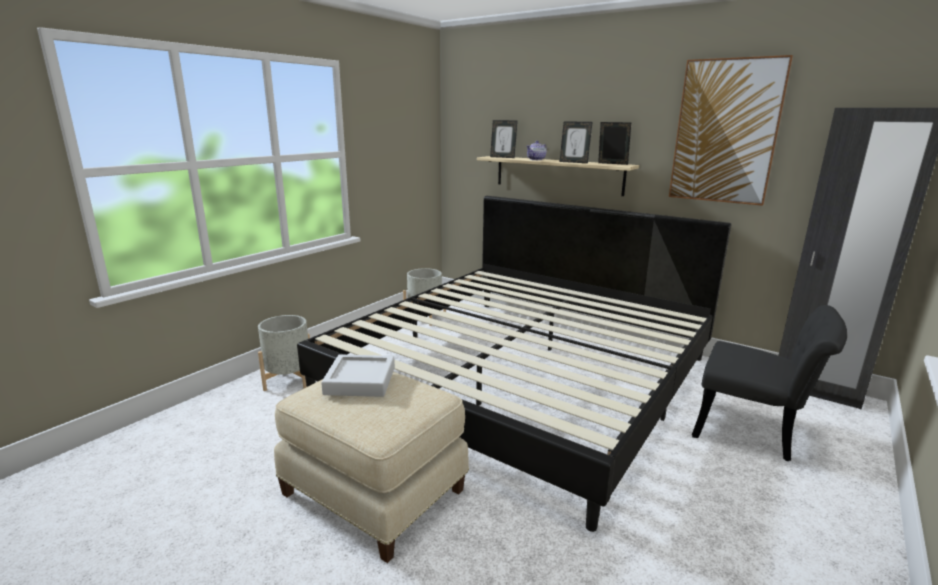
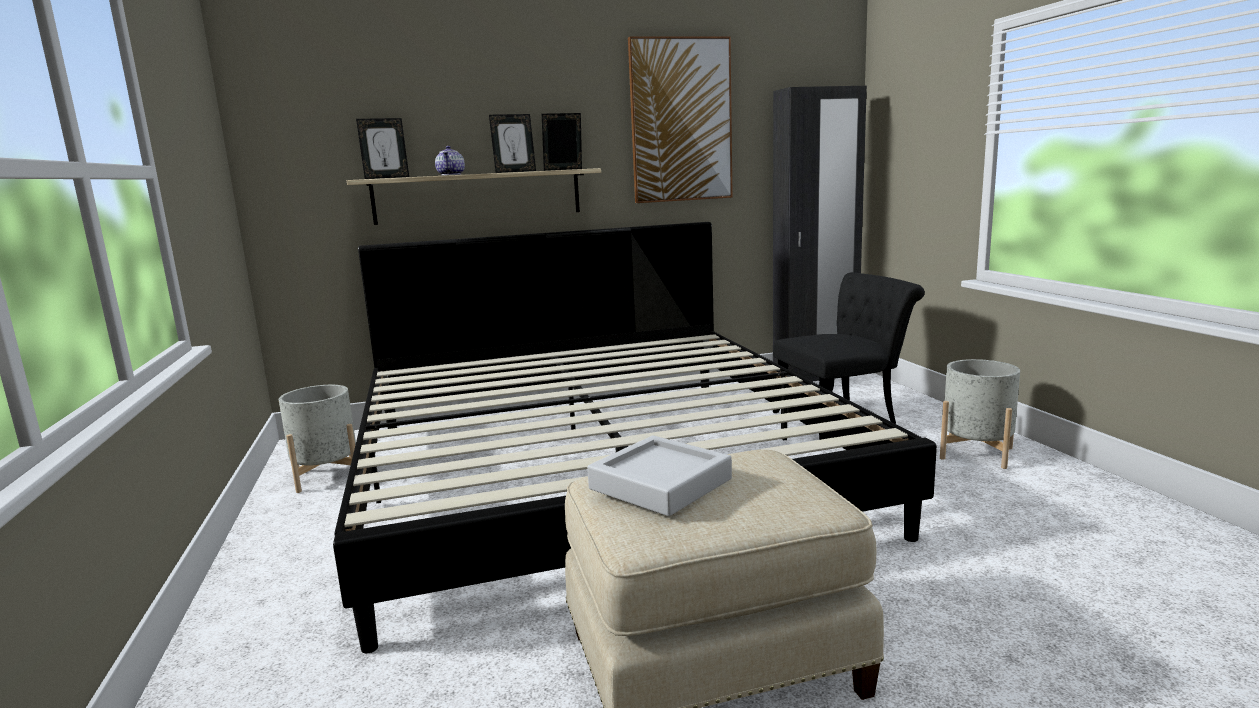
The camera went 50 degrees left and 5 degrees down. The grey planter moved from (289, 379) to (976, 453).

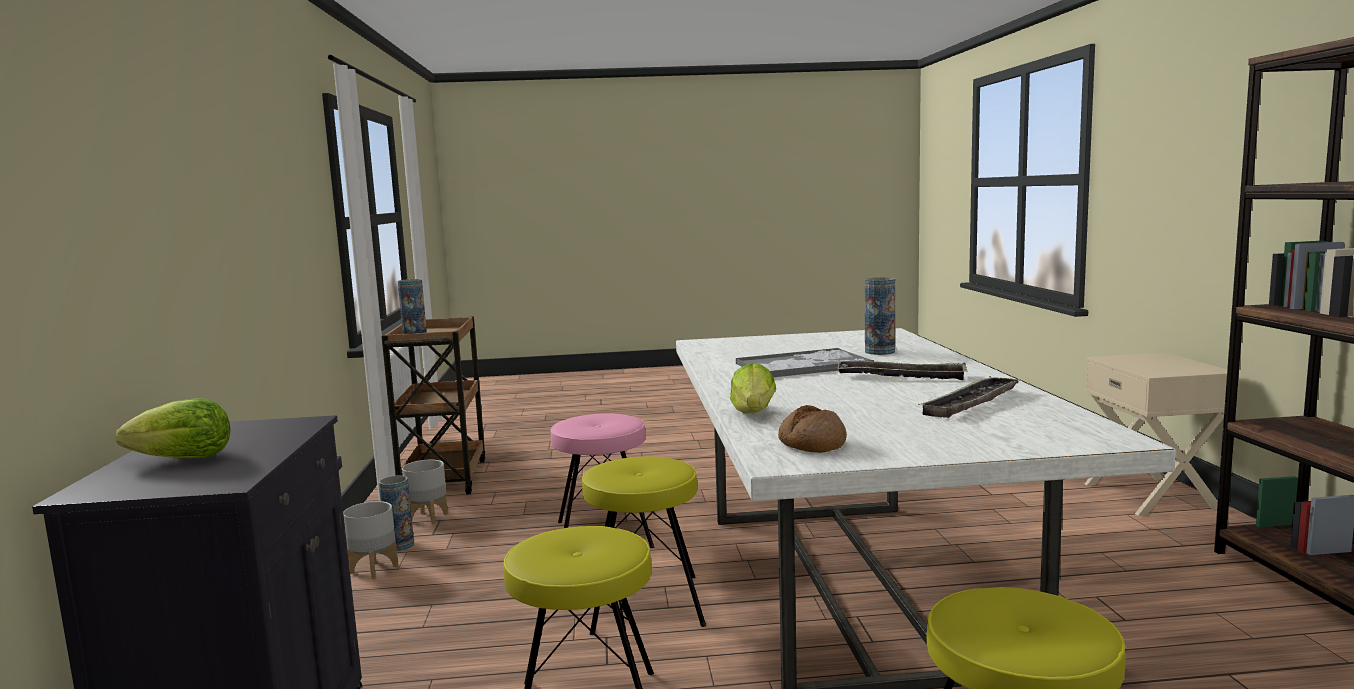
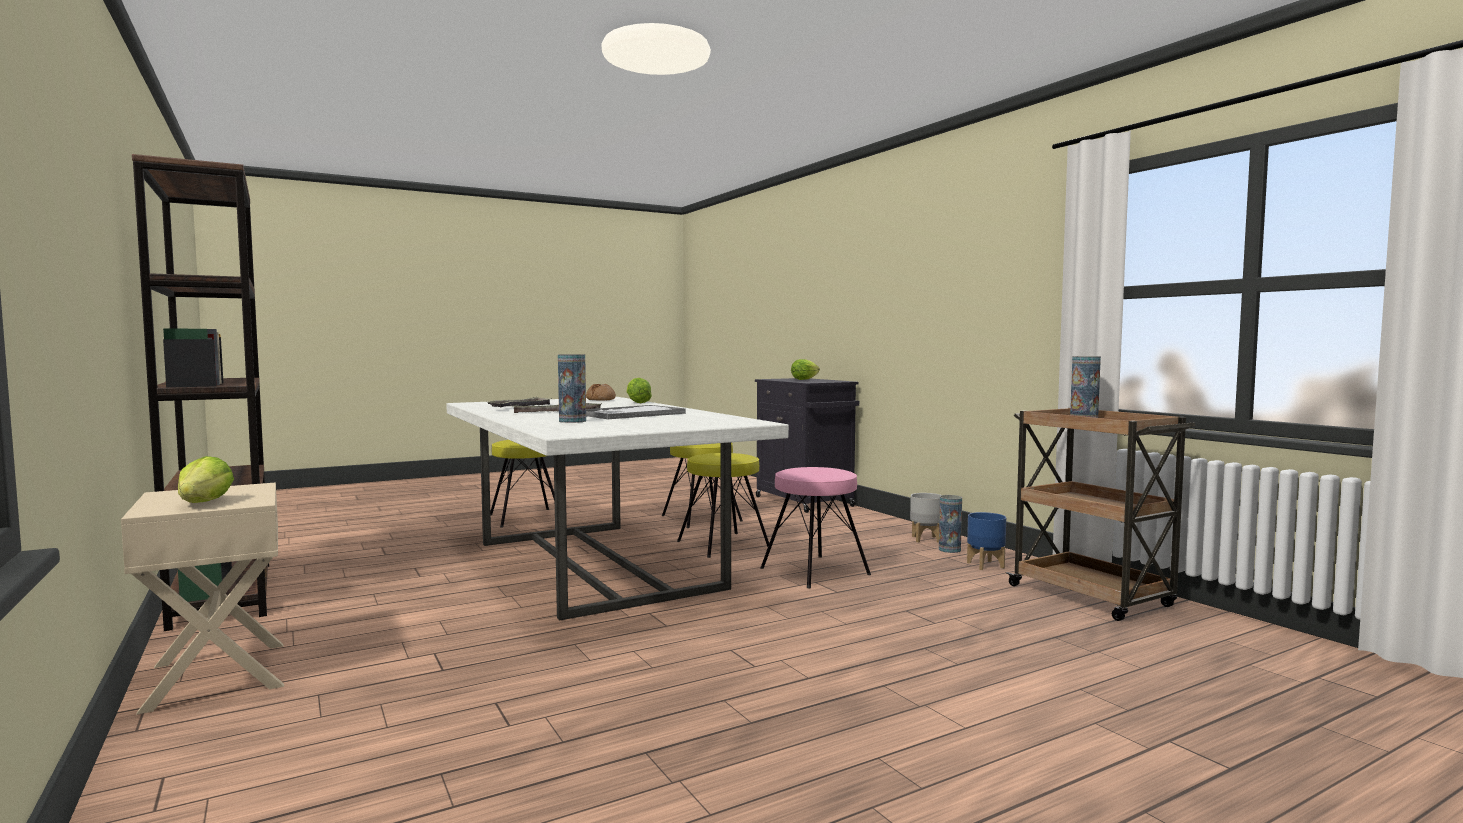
The camera went 155 degrees right and 5 degrees down. The grey planter at (428, 518) became the blue planter at (985, 565). The lettuce at (204, 503) appeared.

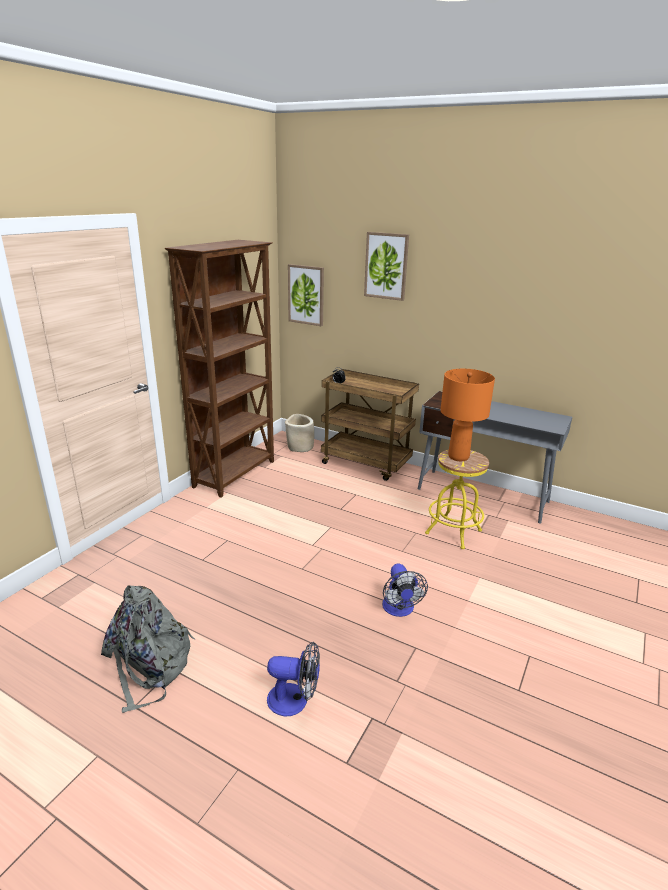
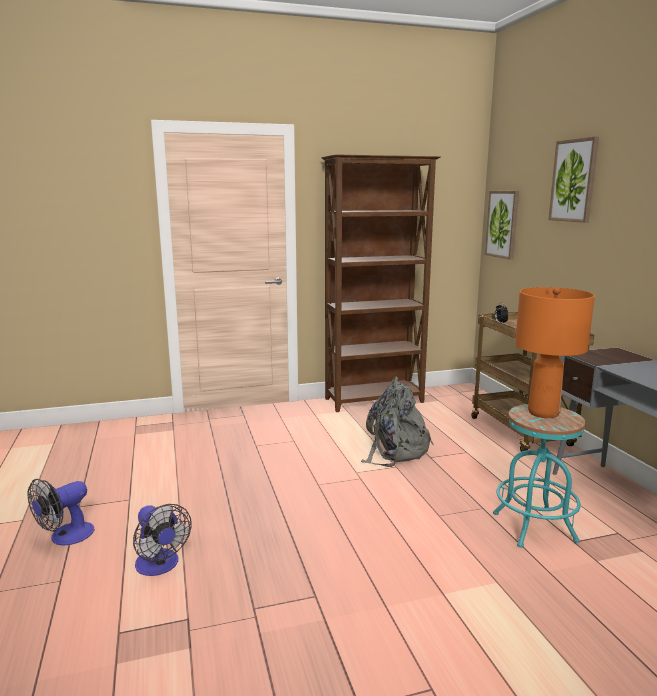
The camera went 45 degrees right and 10 degrees down. The beige planter at (299, 447) disappeared. The yellow stool at (453, 532) became the turquoise stool at (534, 527). The fan moved from (399, 609) to (65, 537). The grey backpack moved from (149, 665) to (395, 450).

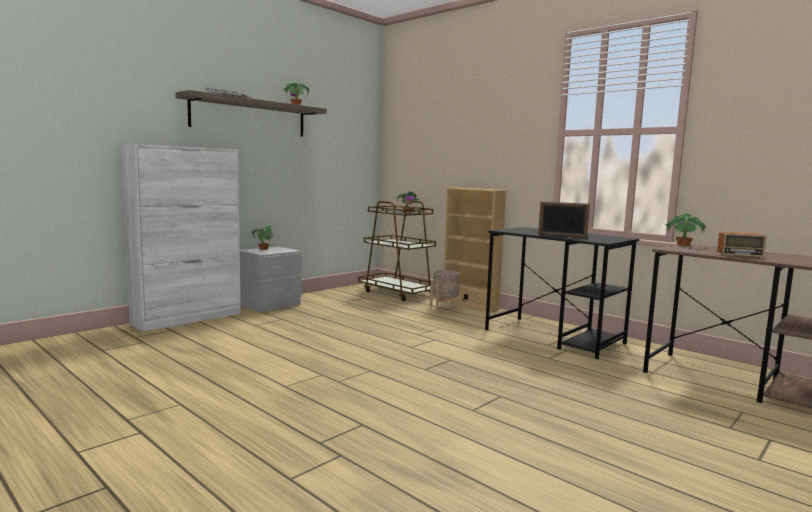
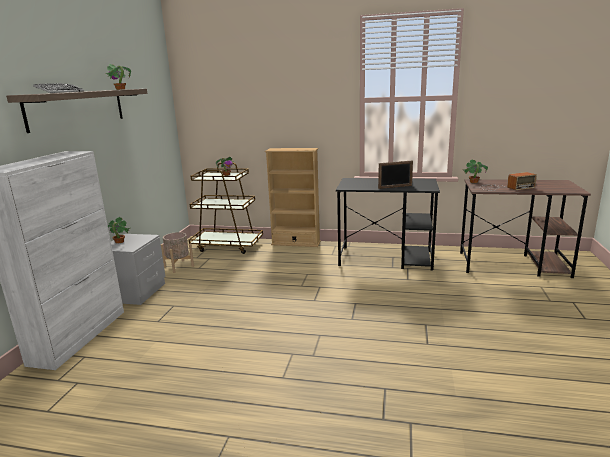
The camera went 30 degrees left and 10 degrees up. The beige planter moved from (444, 308) to (178, 266).

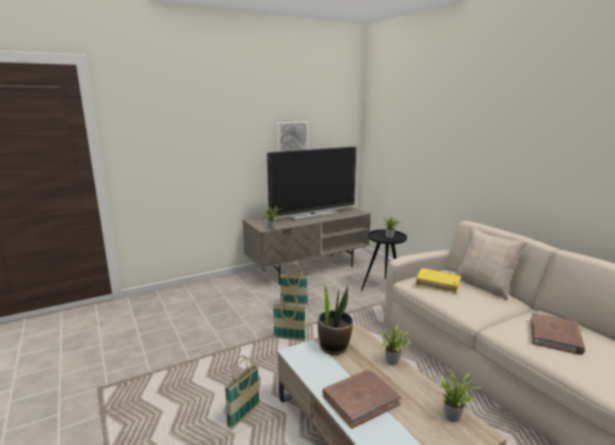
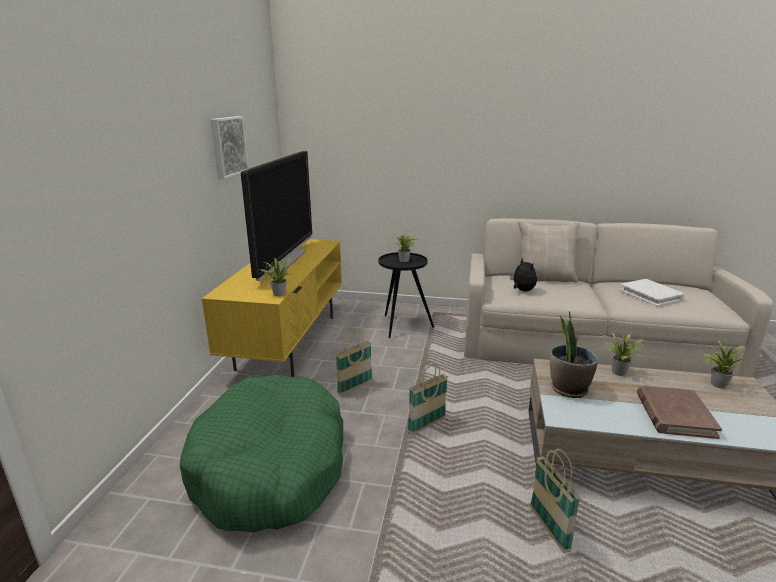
The camera went 50 degrees left and 5 degrees up. The grey tv stand at (308, 268) became the yellow tv stand at (288, 341). The yellow book at (437, 284) was replaced by the plush toy at (522, 290). The brown book at (555, 336) became the white book at (650, 295). The green dog bed at (271, 466) appeared.

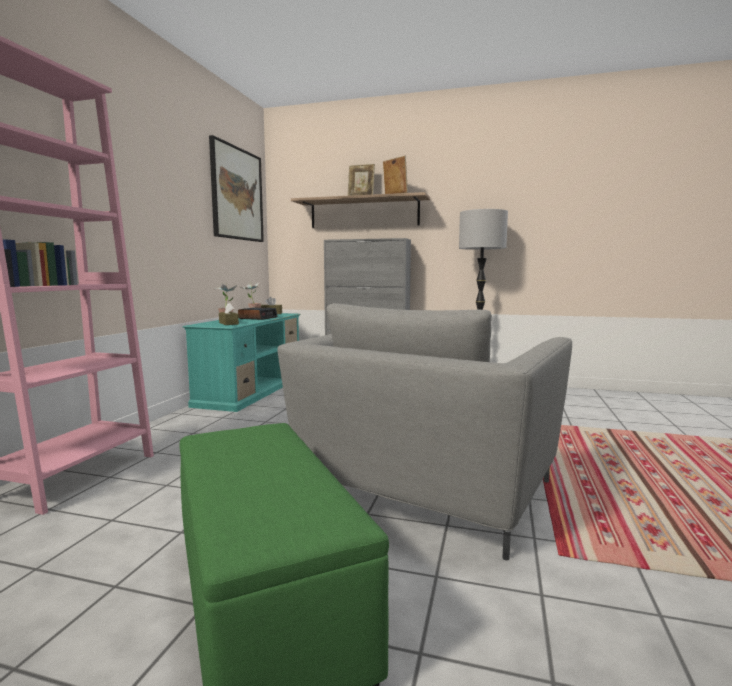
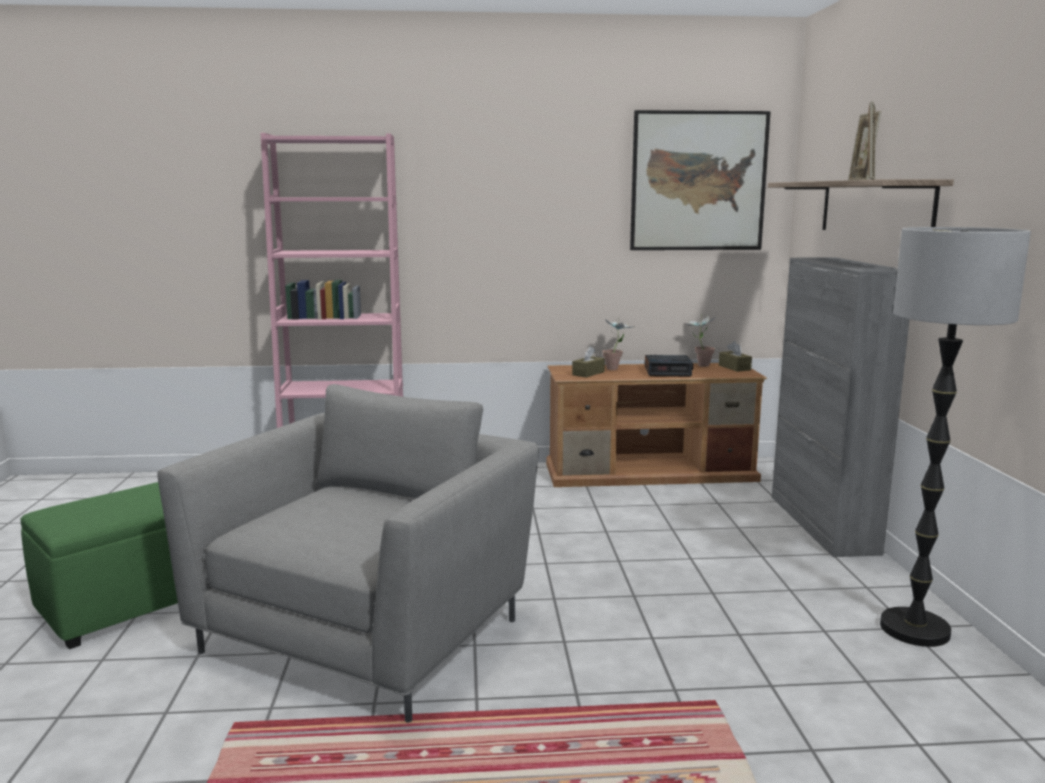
The camera went 70 degrees right and 5 degrees up. The grey armchair at (426, 491) turned 105 degrees clockwise. The turquoise tv stand at (252, 390) became the brown tv stand at (651, 472).

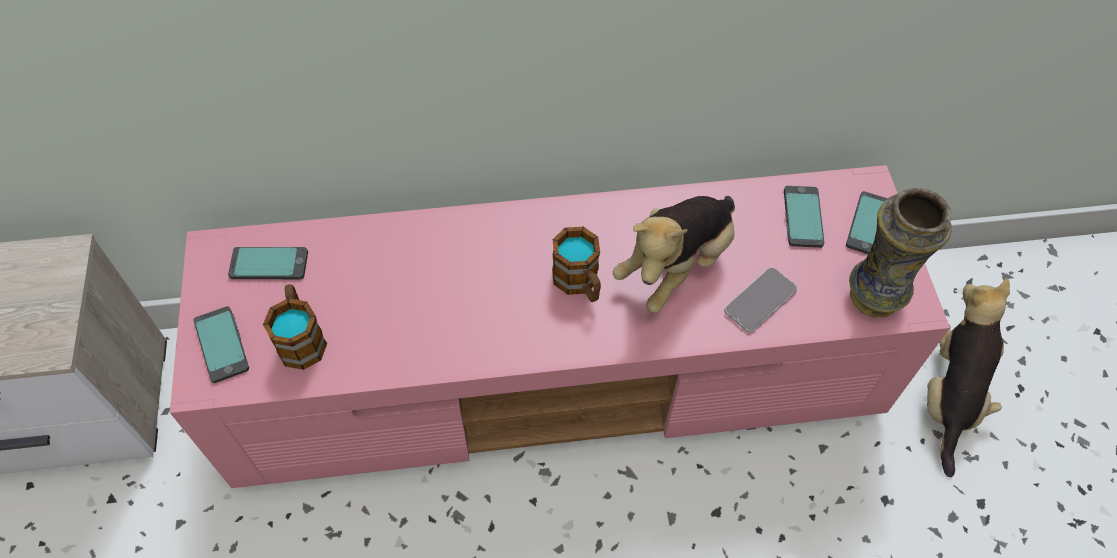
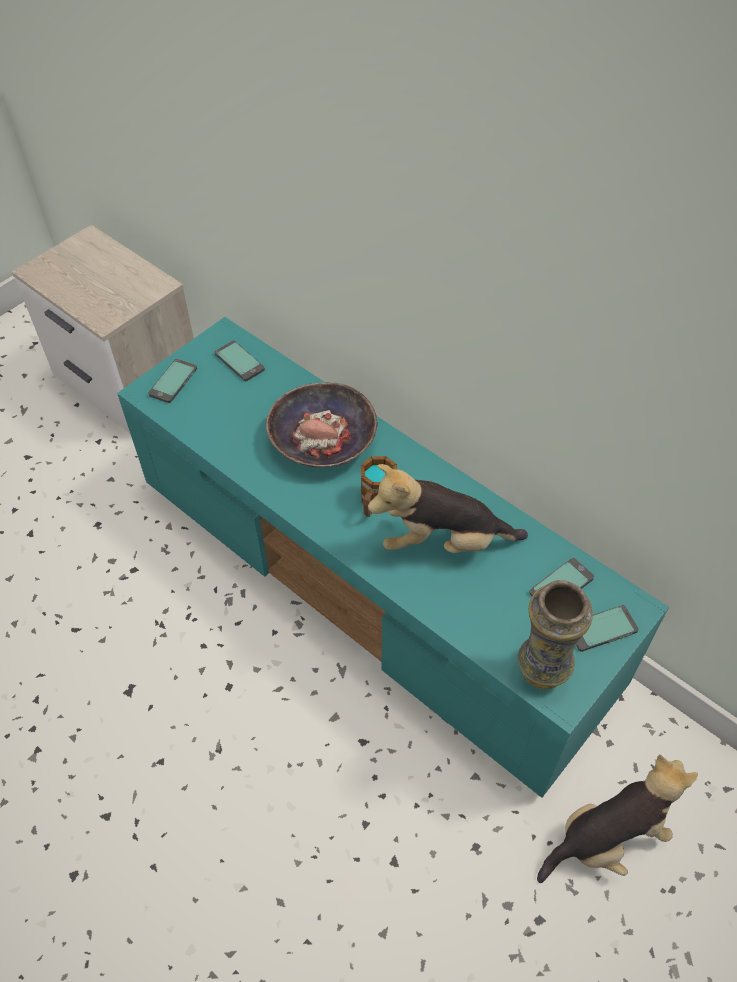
The camera went 50 degrees right and 5 degrees down. The pink tv stand at (560, 372) became the turquoise tv stand at (373, 581). The phone at (760, 300) disappeared. The mug at (301, 337) disappeared. The bowl at (323, 438) appeared.

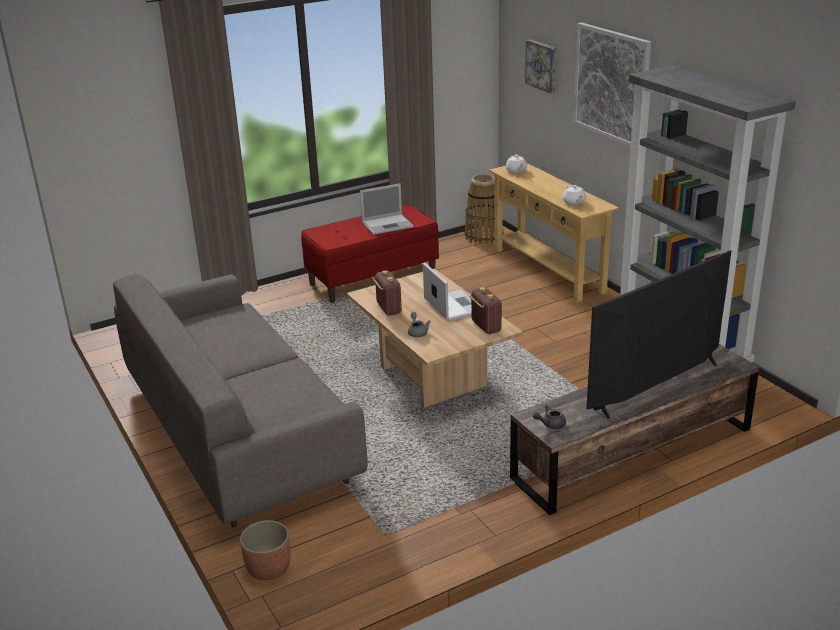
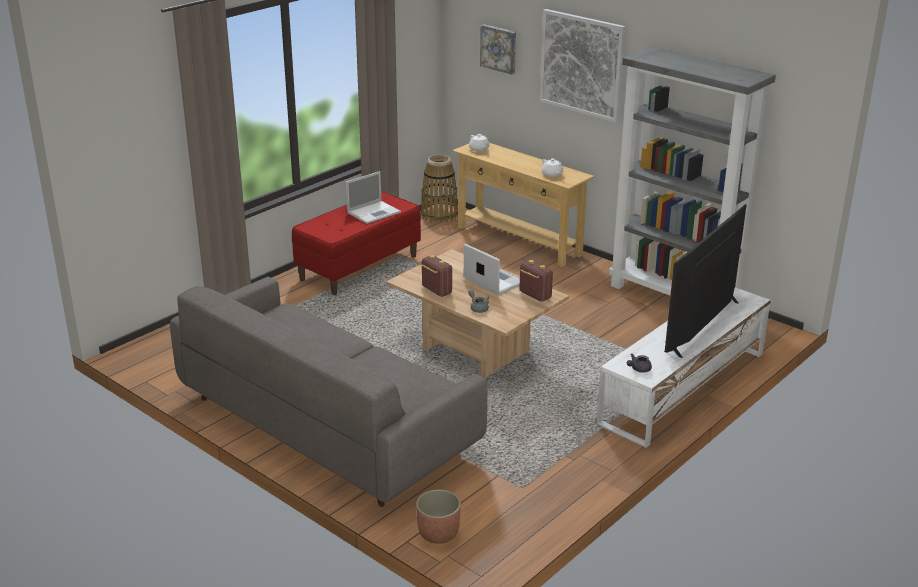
The camera went 20 degrees left and 0 degrees up. The brown tv stand at (632, 453) became the white tv stand at (682, 388).

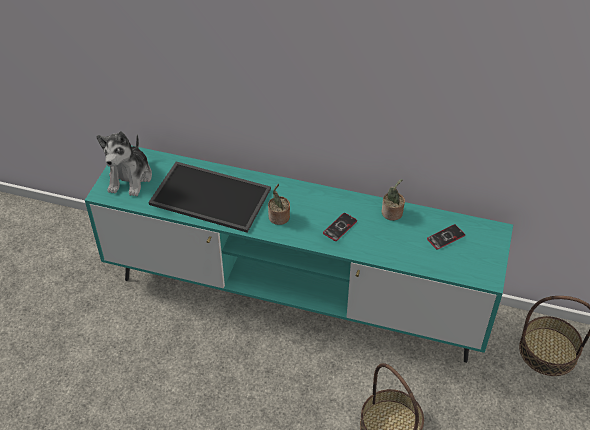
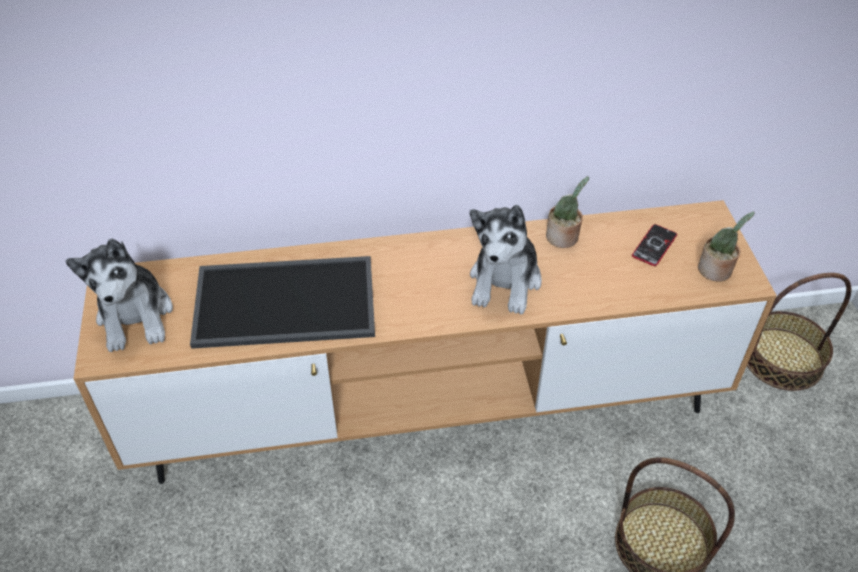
The camera went 25 degrees left and 0 degrees up. The turquoise tv stand at (295, 296) became the brown tv stand at (428, 410). The potted plant moved from (279, 218) to (716, 271). The phone at (340, 227) was replaced by the plush toy at (505, 281).

